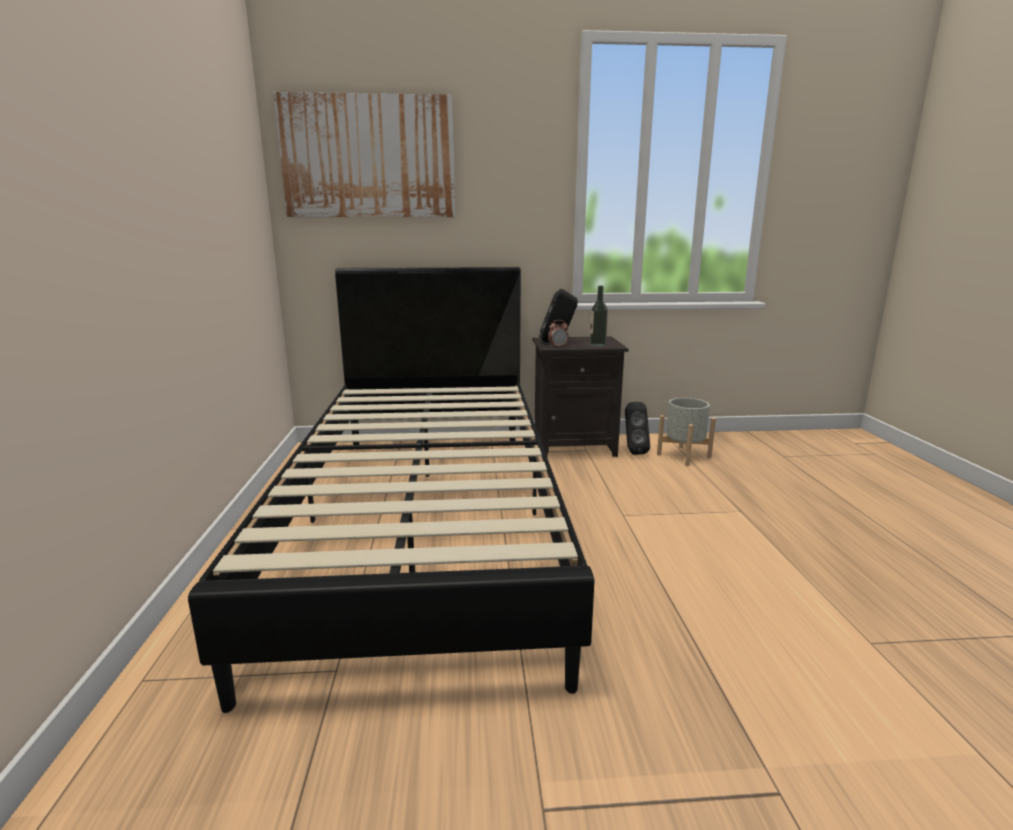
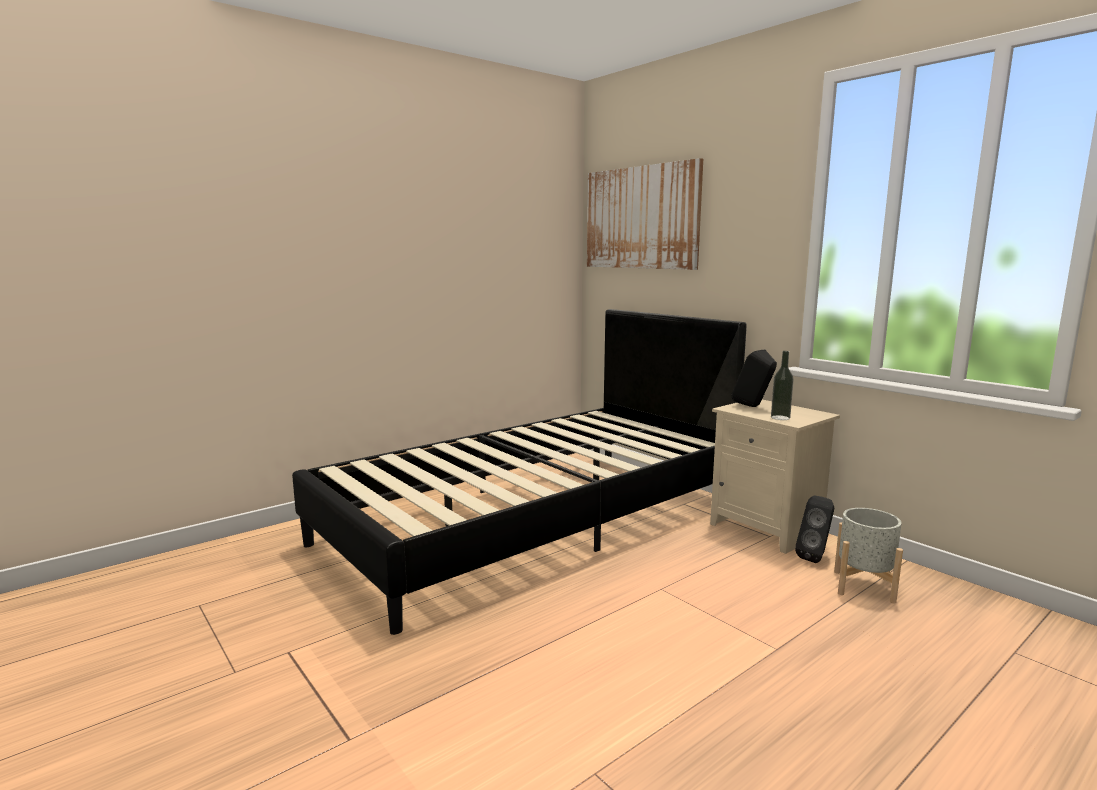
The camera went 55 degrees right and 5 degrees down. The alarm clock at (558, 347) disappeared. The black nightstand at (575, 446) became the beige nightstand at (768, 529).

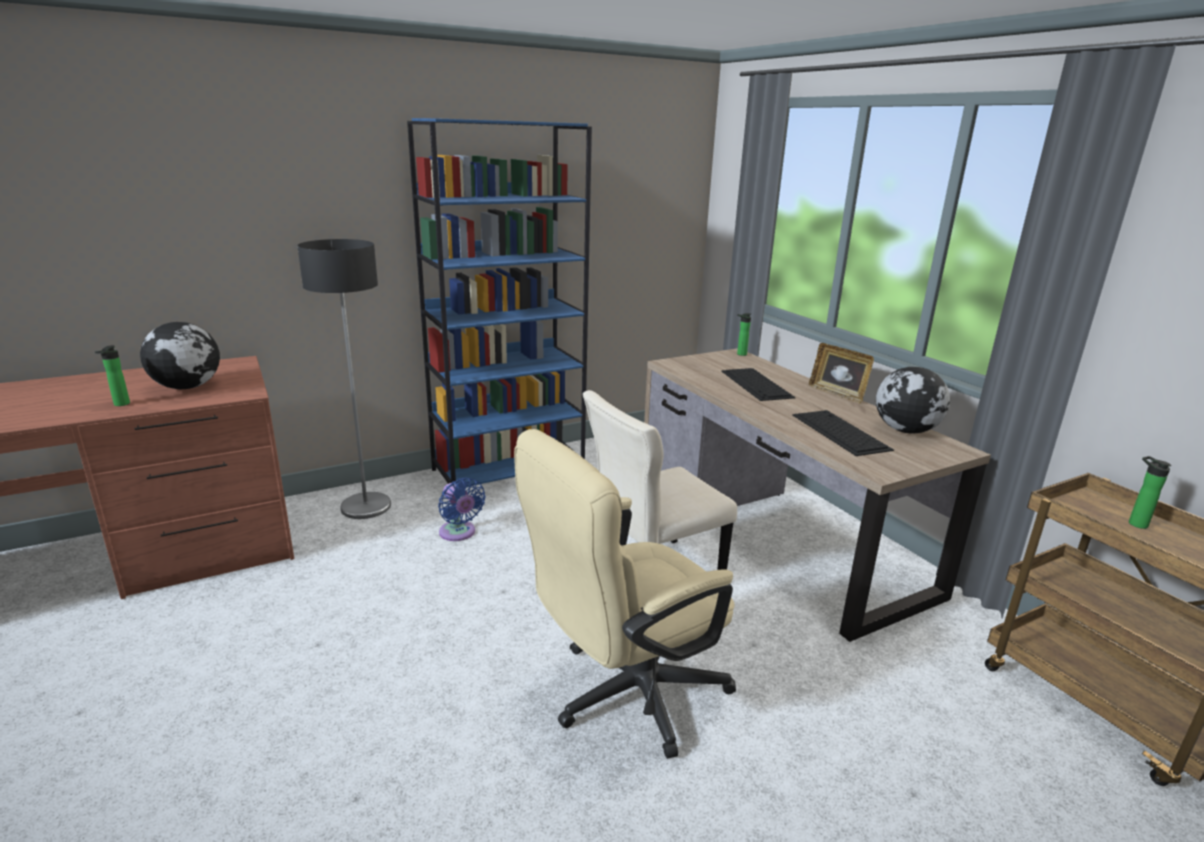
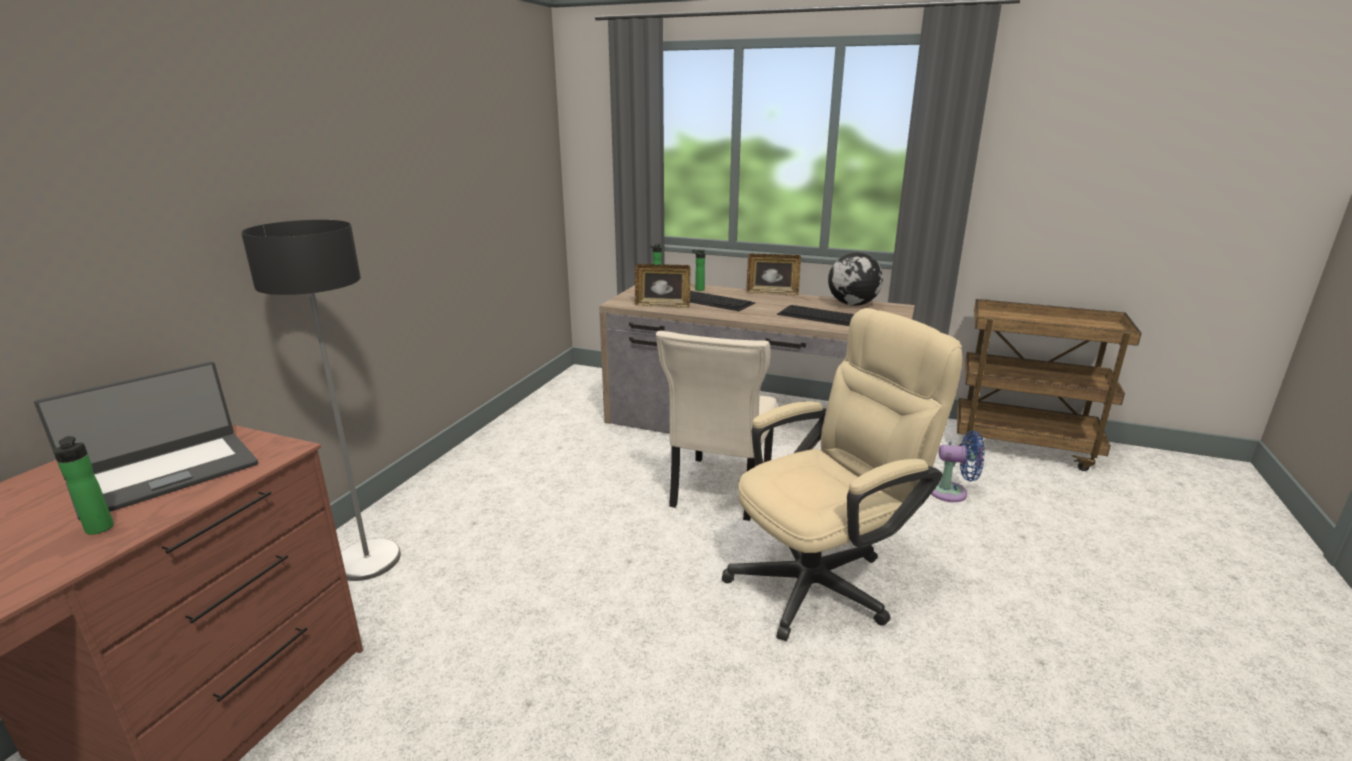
The camera went 40 degrees left and 0 degrees up. The blue bookcase at (509, 470) disappeared. The globe at (188, 387) was replaced by the laptop at (164, 473). The beige office chair at (624, 695) turned 135 degrees counterclockwise. The bottle moved from (1135, 523) to (698, 289). The blue fan moved from (459, 533) to (952, 492). The picture frame at (662, 306) appeared.

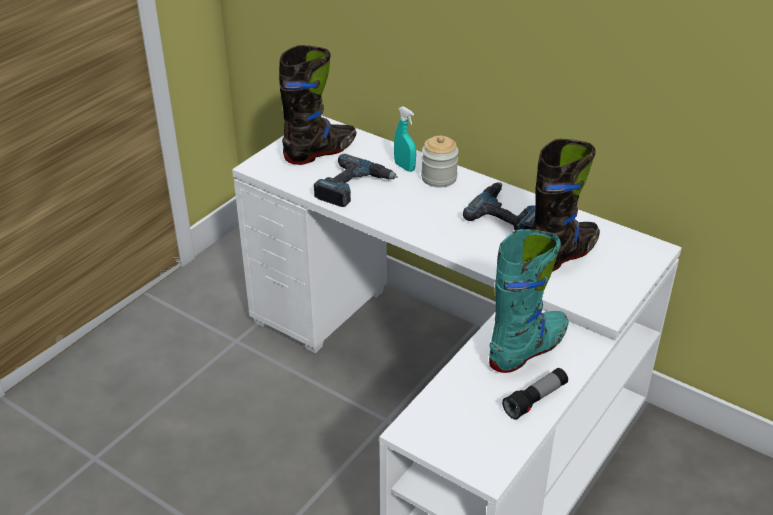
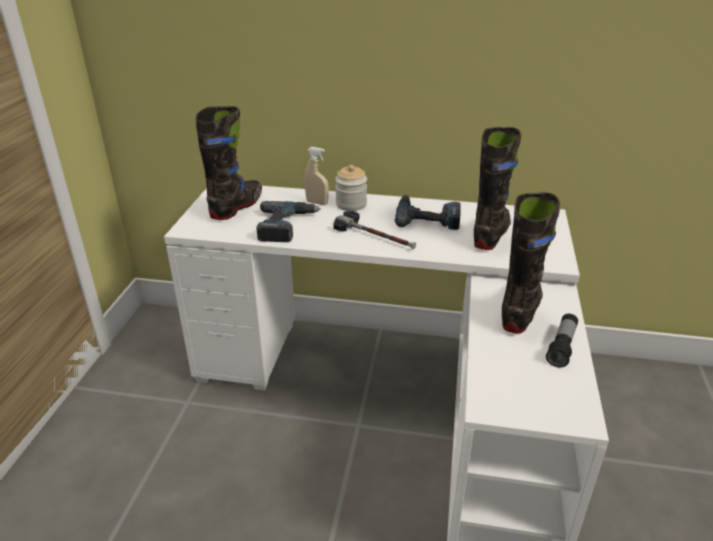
The camera went 25 degrees left and 5 degrees down. The turquoise spray bottle at (404, 167) became the beige spray bottle at (317, 203). The turquoise boot at (528, 349) became the black boot at (520, 310). The hammer at (375, 236) appeared.

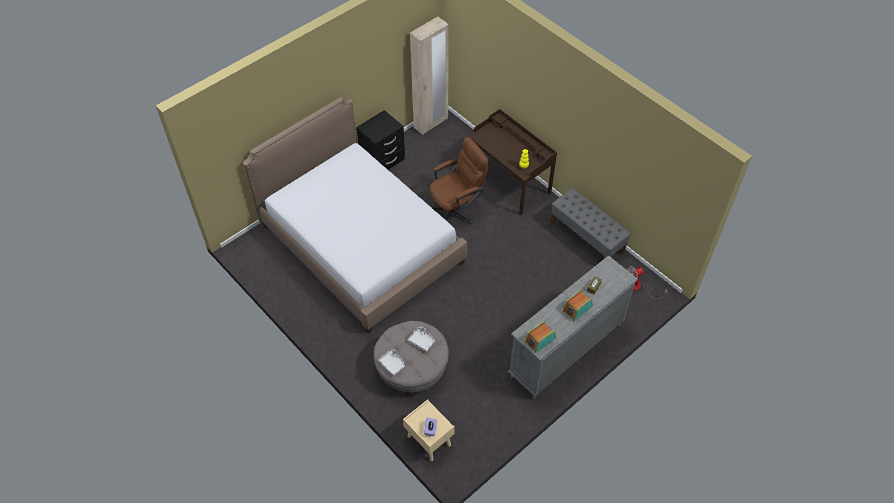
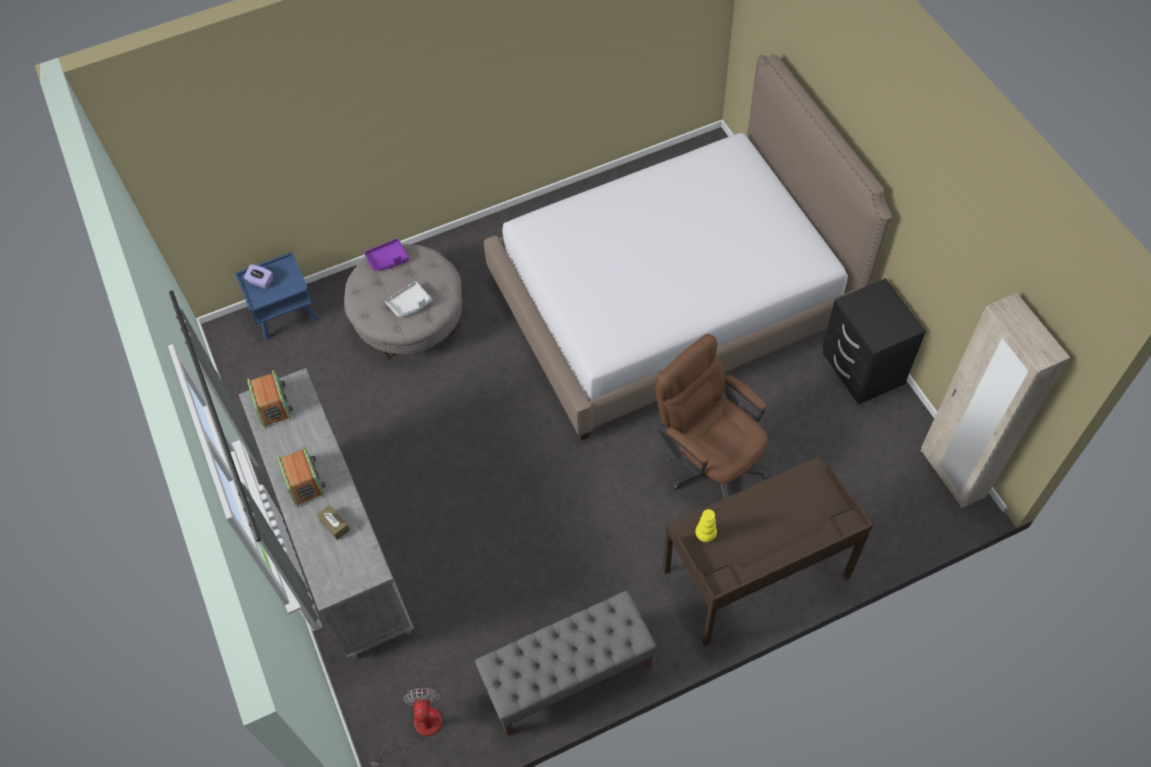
The camera went 110 degrees right and 5 degrees up. The brown office chair at (457, 209) turned 150 degrees clockwise. The grey tray at (392, 364) became the purple tray at (388, 259). The beige nightstand at (428, 440) became the blue nightstand at (286, 315).

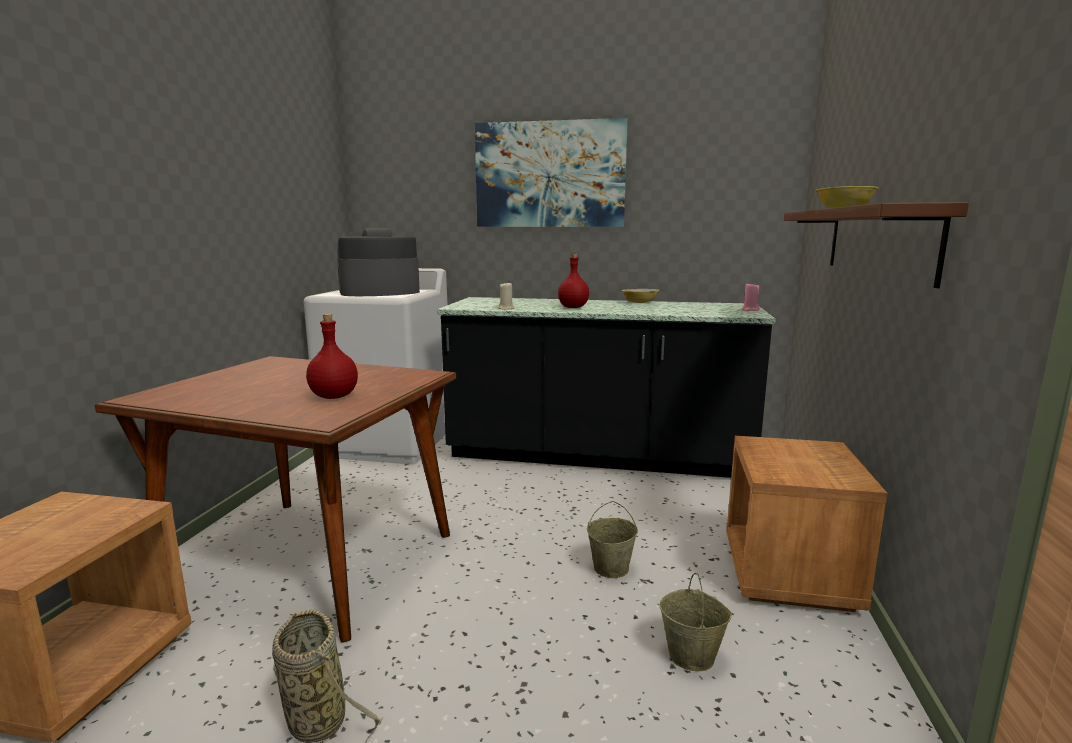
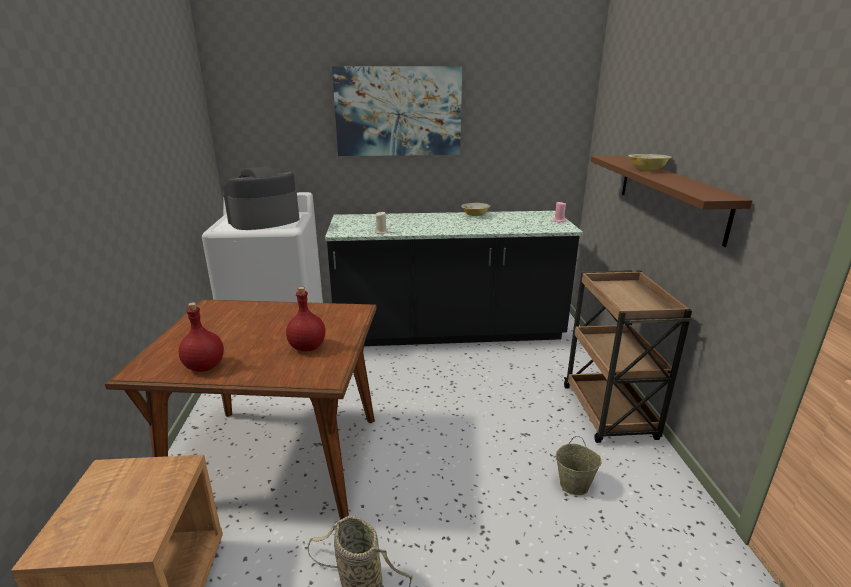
The camera went 15 degrees left and 10 degrees up. The red bottle moved from (573, 307) to (205, 366). The brown nightstand at (789, 574) was replaced by the brown cart at (609, 413). The beige bucket at (611, 568) disappeared.

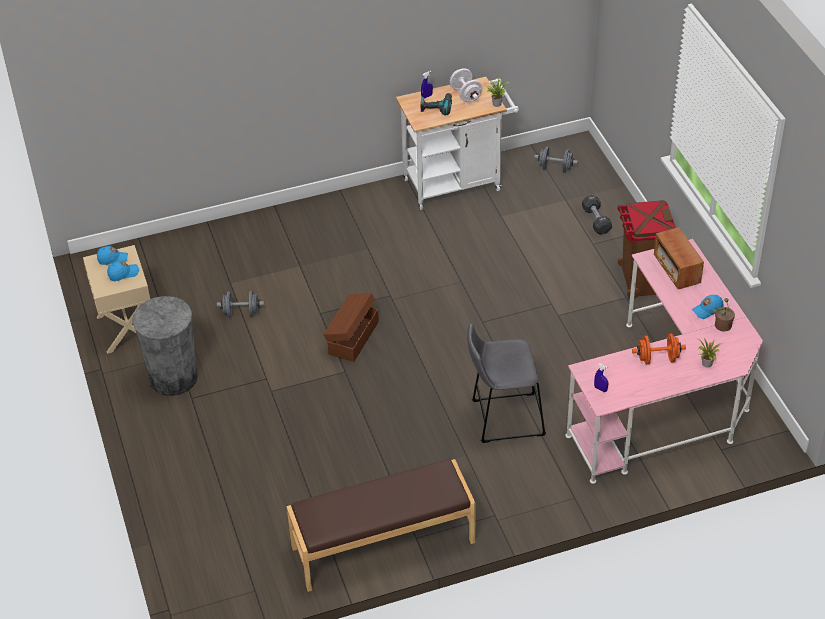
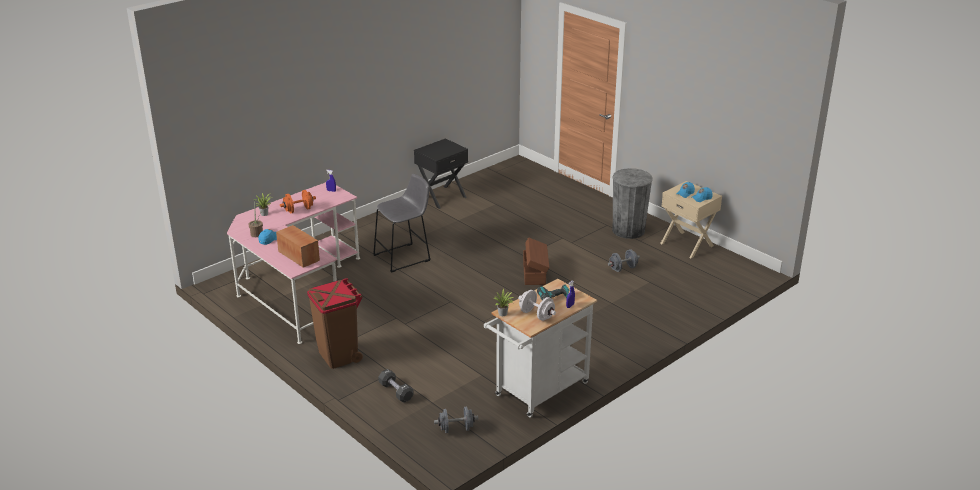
The camera went 155 degrees right and 15 degrees down. The brown bench at (383, 545) was replaced by the black nightstand at (441, 197).

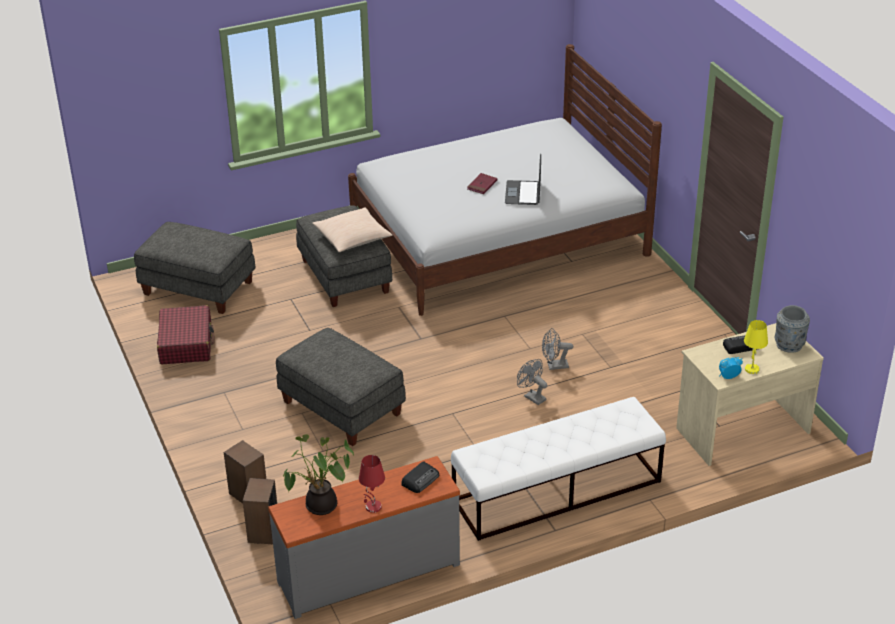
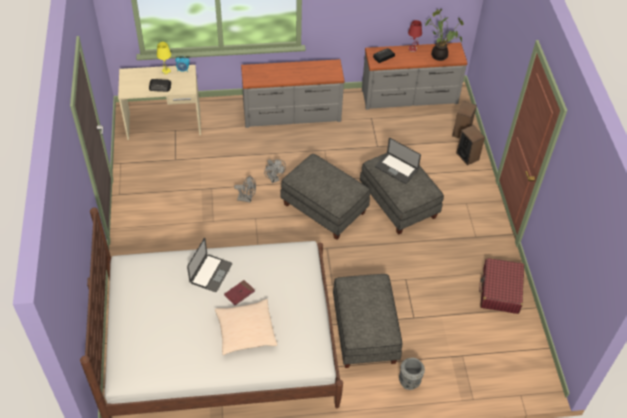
The camera went 165 degrees left and 15 degrees up. The beige pillow moved from (352, 238) to (245, 331). The grey ottoman moved from (197, 288) to (325, 208). The grey vase moved from (789, 345) to (409, 381). The white bench at (556, 491) was replaced by the grey dresser at (292, 115). The laptop at (396, 169) appeared.

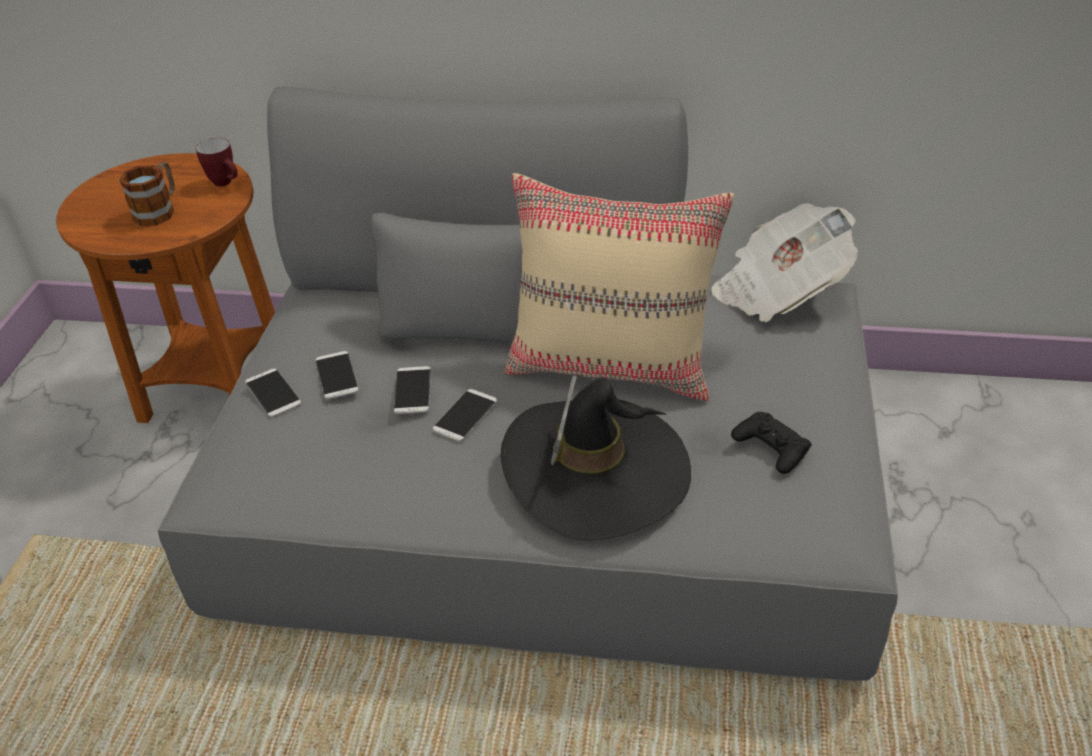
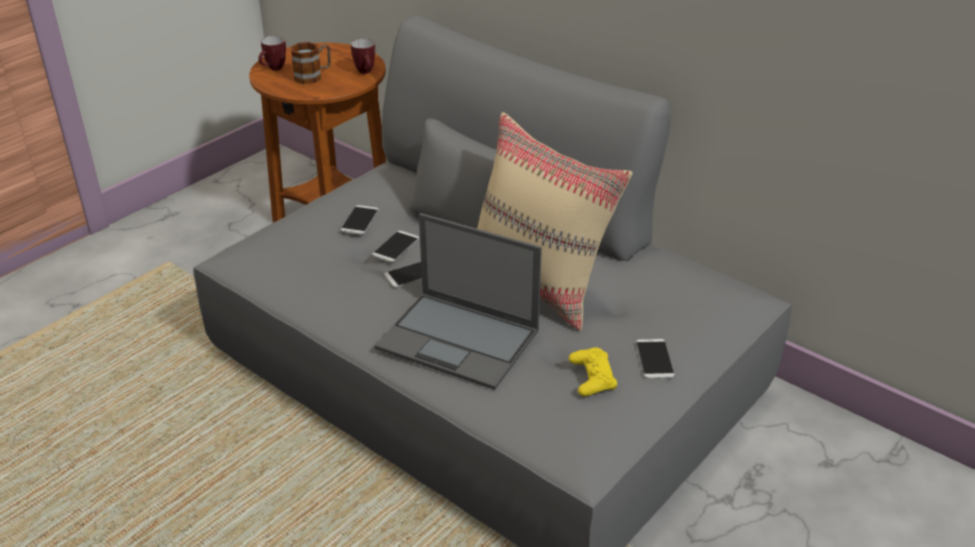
The camera went 30 degrees right and 5 degrees down. The newspaper at (779, 291) disappeared. The phone moved from (273, 393) to (654, 359). The black hat at (596, 470) was replaced by the laptop at (460, 340). The black game controller at (771, 447) became the yellow game controller at (592, 377). The mug at (274, 69) appeared.

